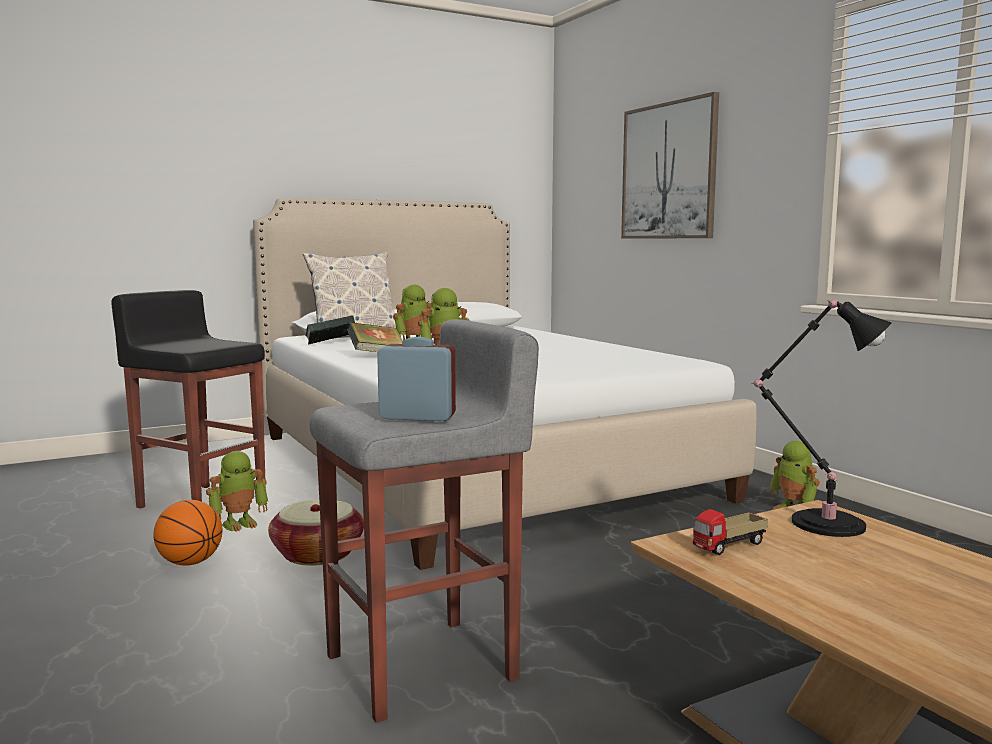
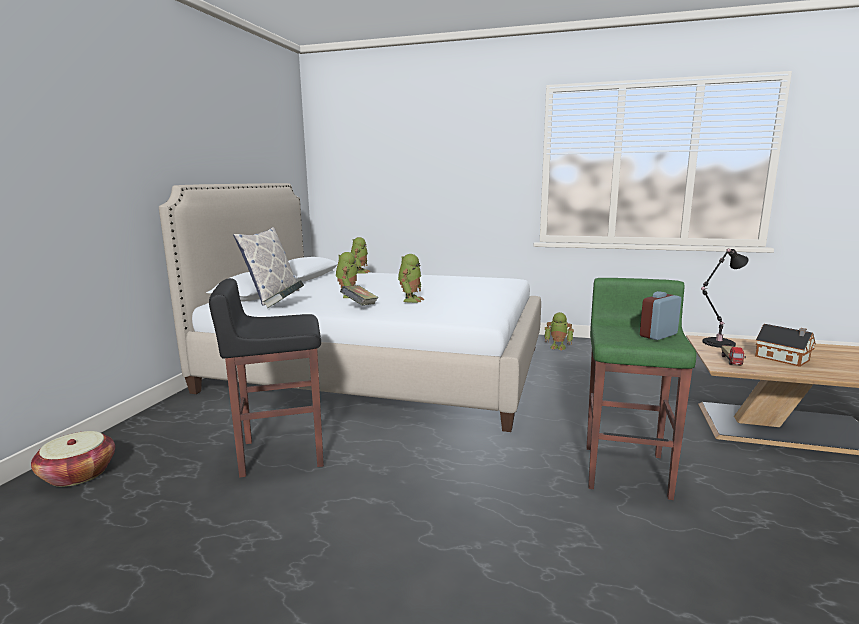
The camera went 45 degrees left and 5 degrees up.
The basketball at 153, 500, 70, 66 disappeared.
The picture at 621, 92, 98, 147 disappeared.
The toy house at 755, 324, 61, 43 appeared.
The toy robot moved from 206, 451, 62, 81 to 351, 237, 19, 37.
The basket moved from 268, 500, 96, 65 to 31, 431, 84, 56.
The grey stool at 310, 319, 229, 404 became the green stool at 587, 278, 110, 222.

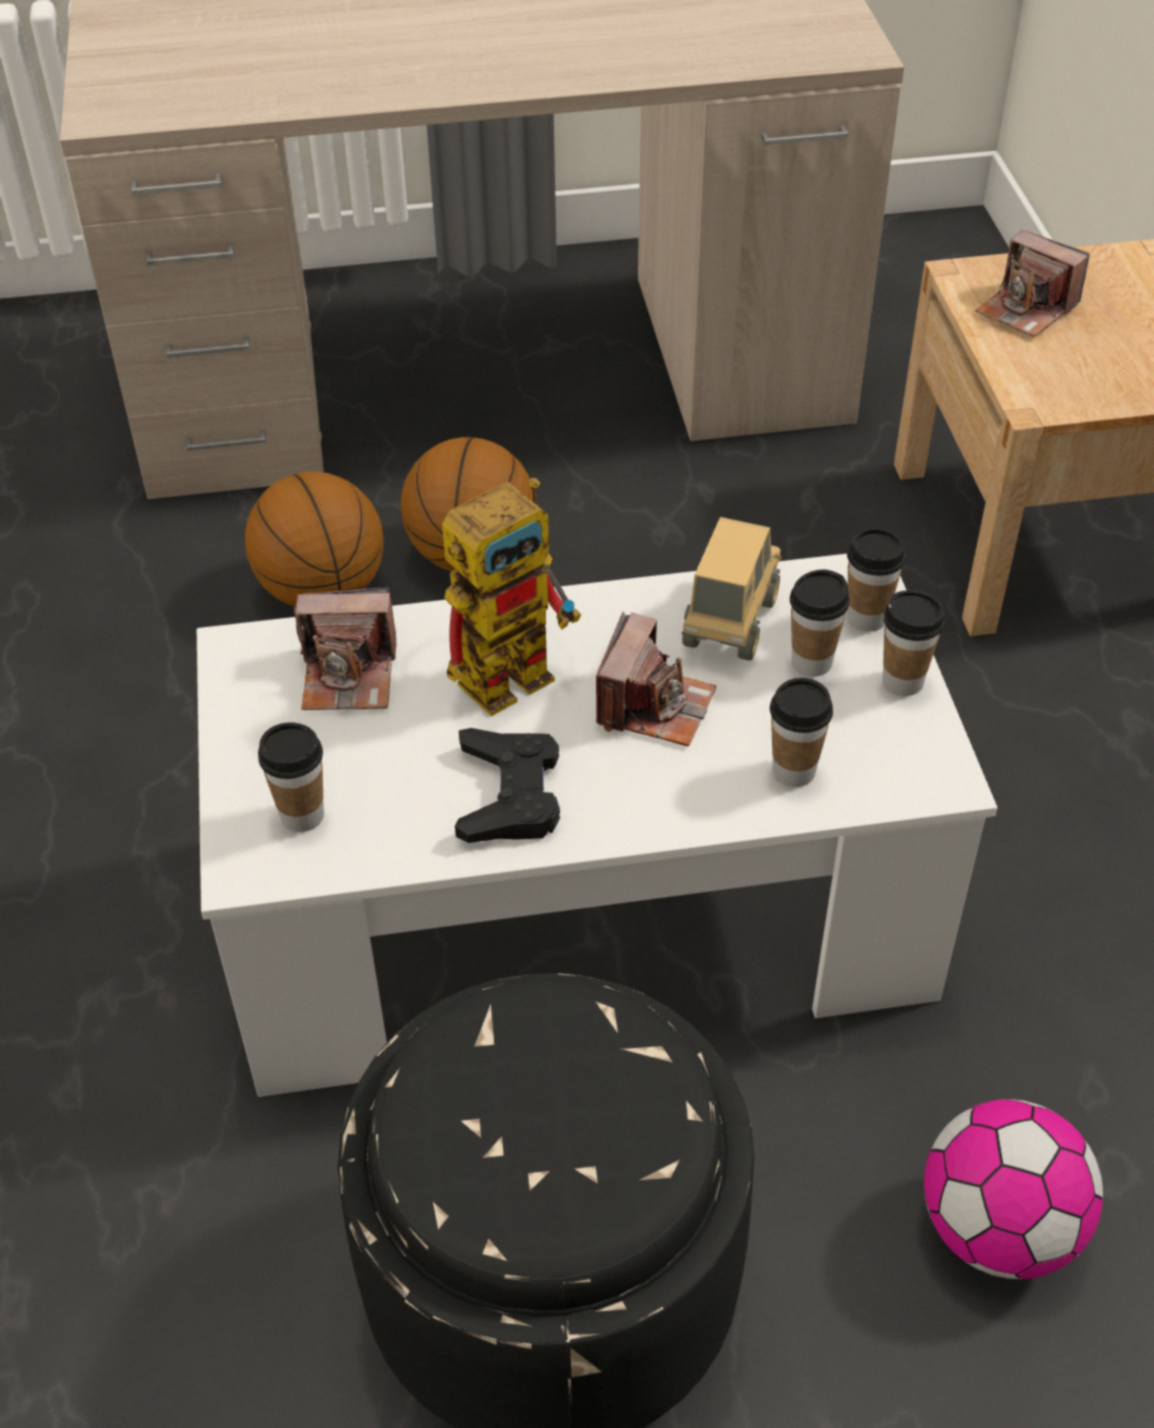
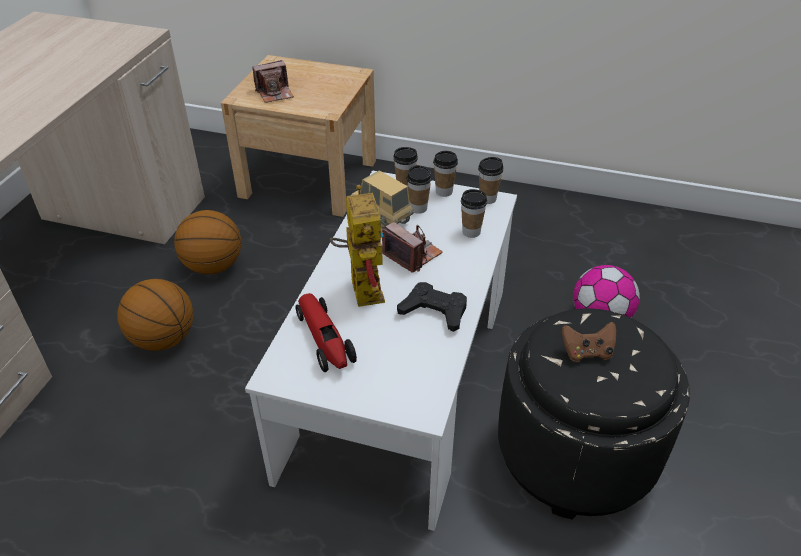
The camera went 65 degrees left and 5 degrees down.
The brown game controller at 562, 322, 54, 40 appeared.
The basketball moved from 245, 471, 139, 135 to 174, 210, 67, 65.
The cup moved from 258, 722, 66, 110 to 478, 157, 25, 47.
The photo camera at 294, 587, 102, 123 was replaced by the toy car at 295, 293, 62, 79.

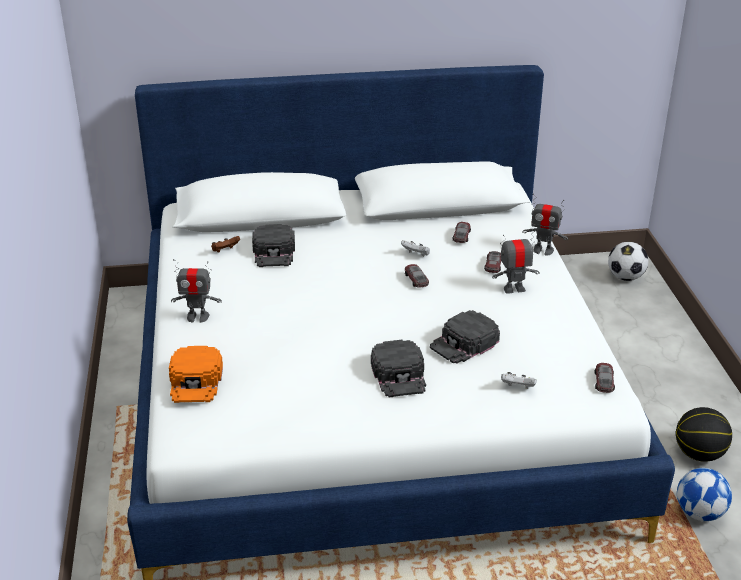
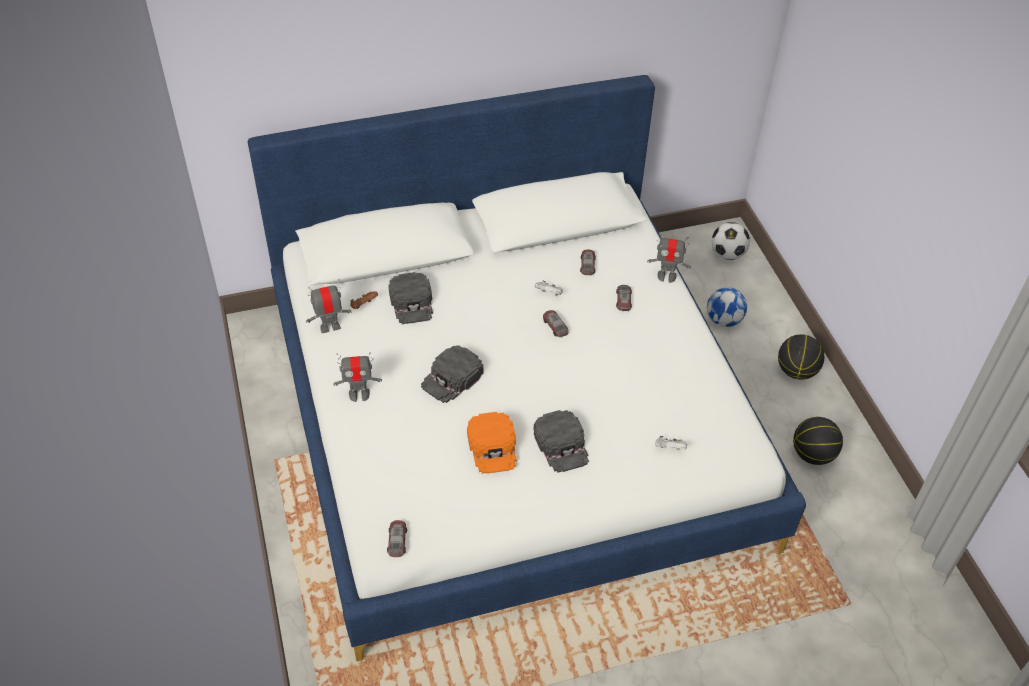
The camera went 10 degrees left and 15 degrees up.
The basketball at 778, 335, 46, 45 appeared.
The orange cap moved from 169, 346, 54, 57 to 467, 412, 50, 62.
The black cap moved from 430, 310, 70, 54 to 421, 345, 62, 58.
The toy robot moved from 492, 230, 47, 64 to 306, 279, 45, 54.
The toy car moved from 594, 363, 21, 30 to 387, 520, 20, 37.
The football moved from 677, 468, 55, 53 to 707, 287, 40, 40.

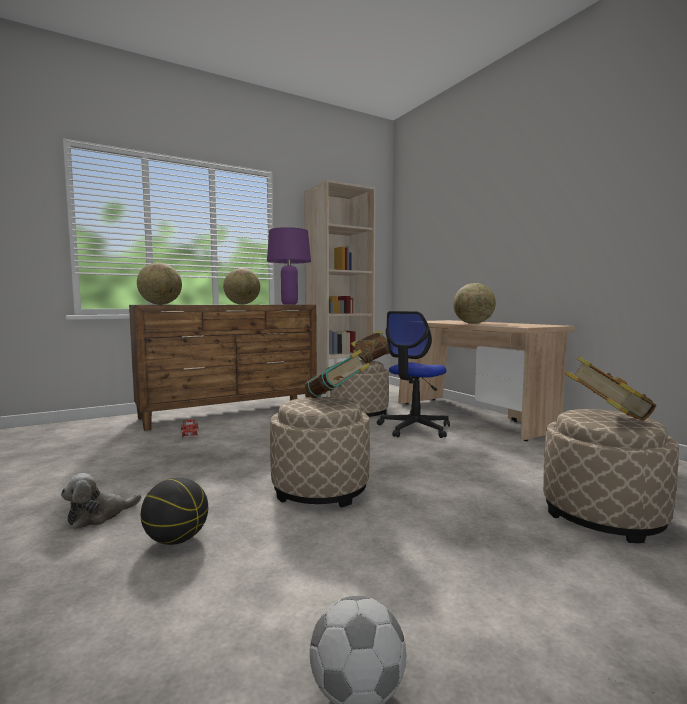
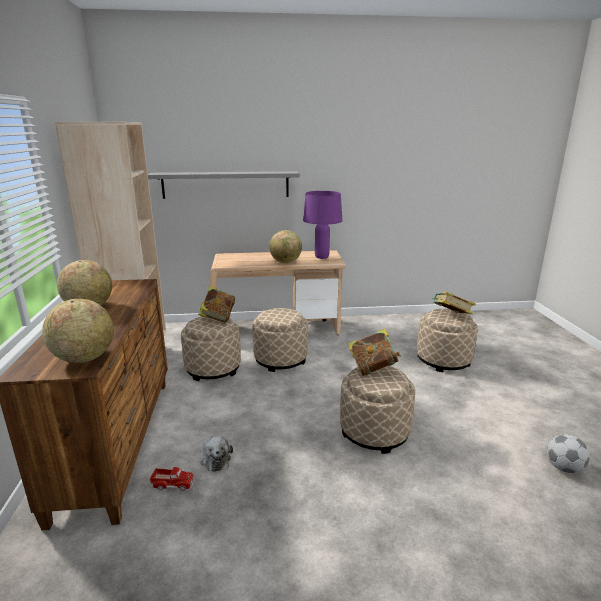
The camera went 65 degrees left and 15 degrees up.
The basketball at 141, 477, 67, 68 disappeared.
The grey shelf at 148, 171, 152, 28 appeared.
The plush toy moved from 61, 473, 81, 56 to 201, 436, 32, 36.
The purple table lamp moved from 267, 227, 44, 78 to 303, 191, 39, 68.
The office chair at 377, 311, 73, 127 was replaced by the beige ottoman at 252, 308, 56, 64.

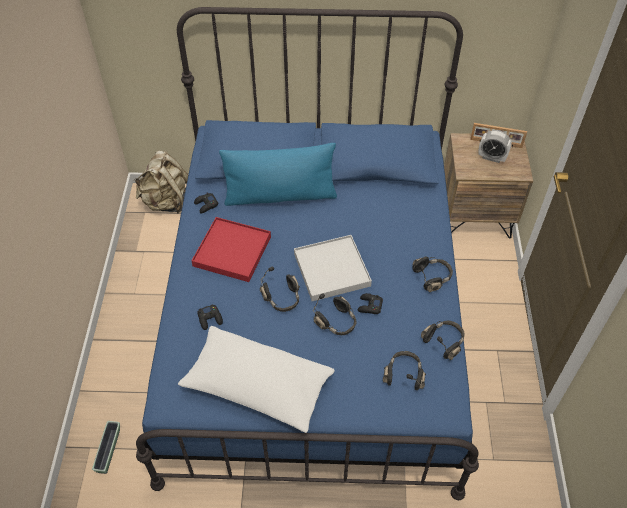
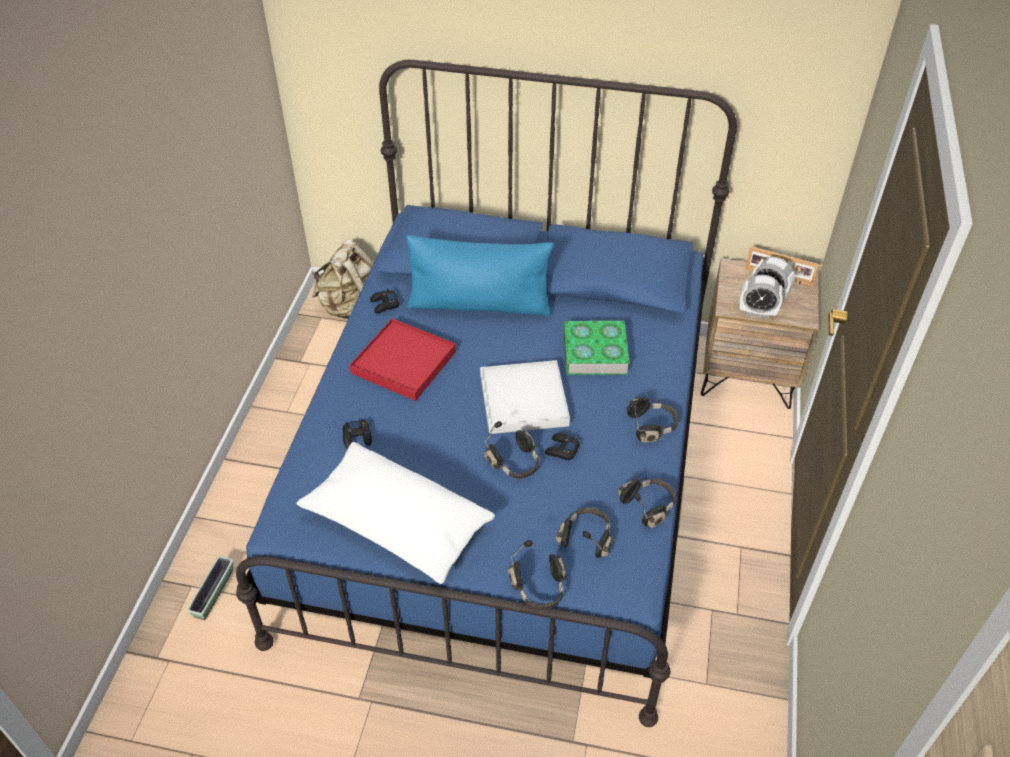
The camera went 10 degrees right and 5 degrees down.
The book at 564, 321, 66, 54 appeared.
The alarm clock at 740, 275, 43, 43 appeared.
The black headphones moved from 260, 267, 40, 45 to 508, 540, 59, 70.

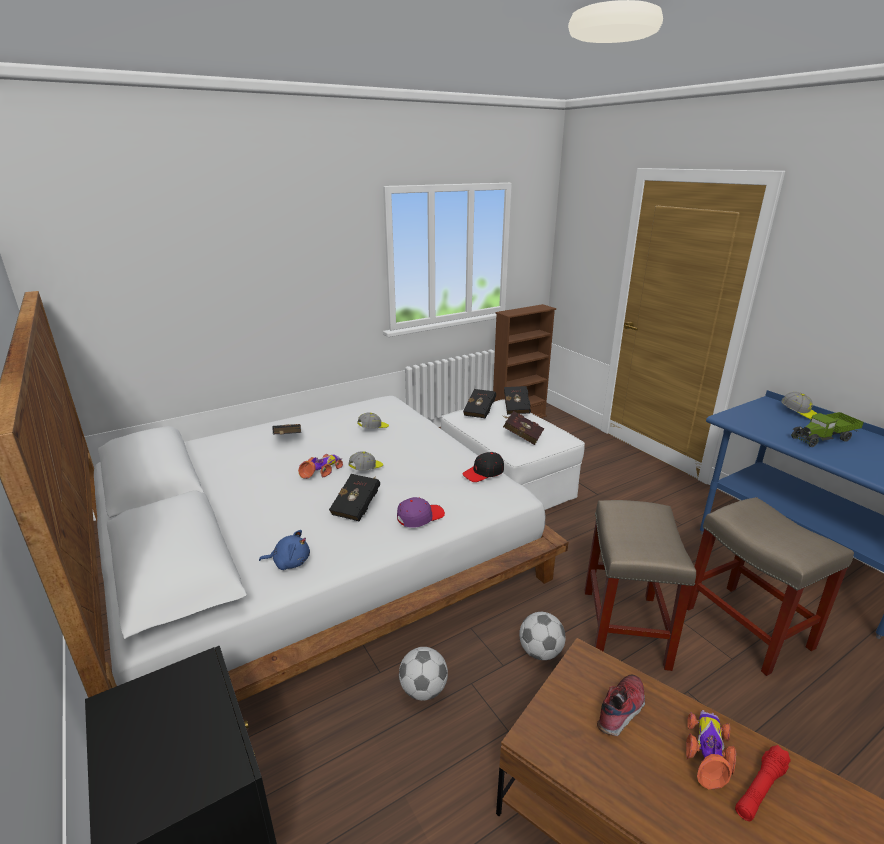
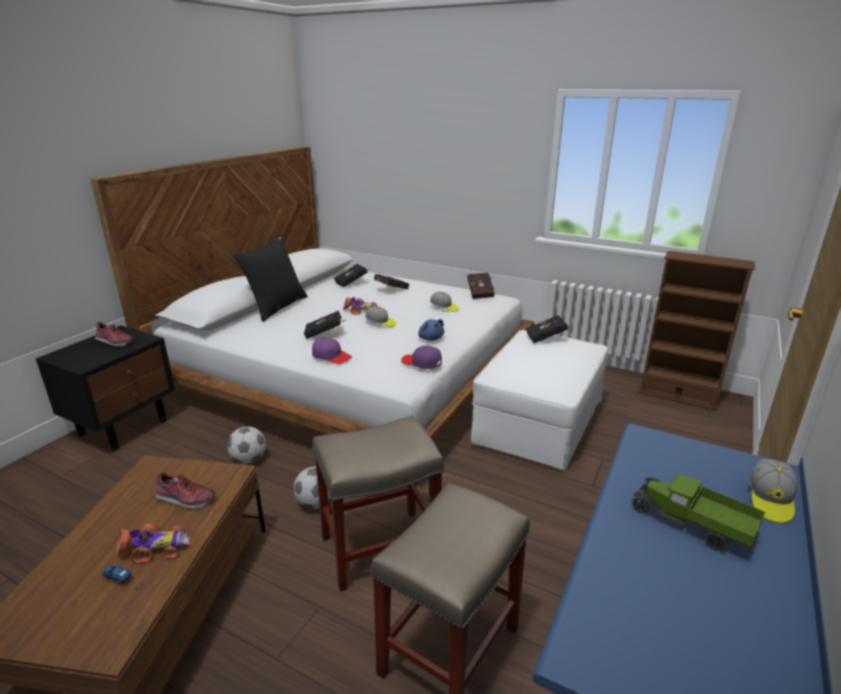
The camera went 60 degrees right and 0 degrees up.
The shoe at 95, 322, 39, 25 appeared.
The black pillow at 233, 236, 75, 86 appeared.
The blue plush toy moved from 259, 530, 51, 40 to 418, 319, 26, 22.
The red book moved from 503, 411, 41, 34 to 467, 273, 28, 26.
The black book moved from 504, 386, 27, 29 to 334, 264, 35, 23.
The red flashlight at 735, 745, 56, 76 was replaced by the toy car at 102, 565, 42, 25.
The black cap at 462, 452, 42, 30 became the purple cap at 401, 346, 41, 23.

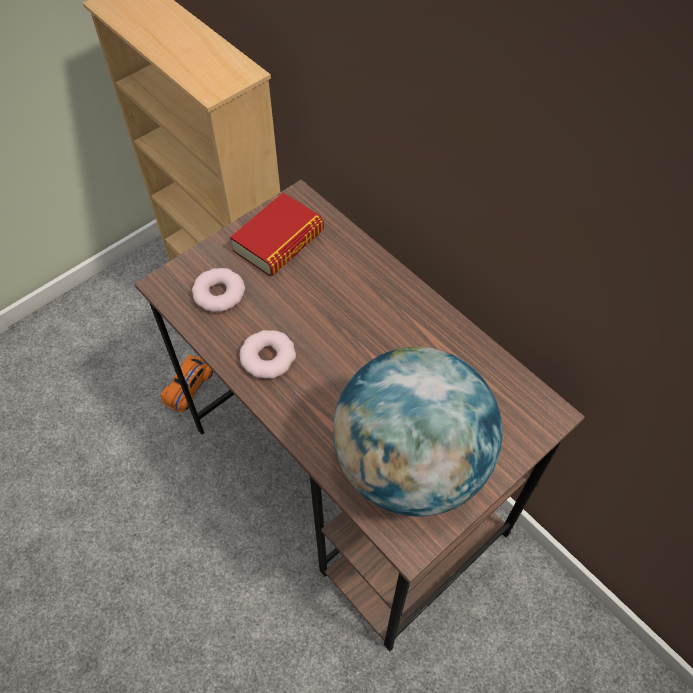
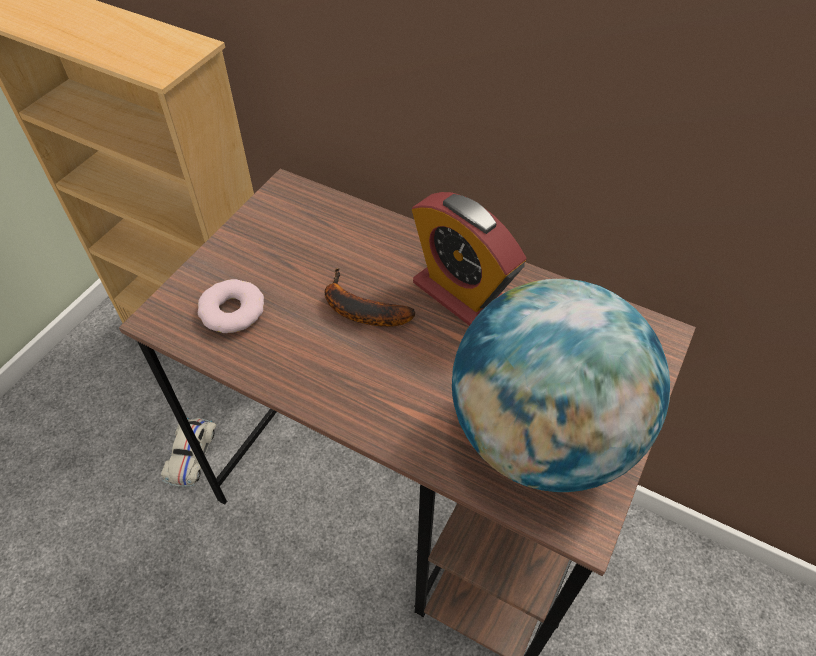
The camera went 20 degrees left and 5 degrees down.
The book at 230, 193, 94, 83 disappeared.
The donut at 239, 330, 57, 49 disappeared.
The banana at 325, 268, 90, 59 appeared.
The alarm clock at 412, 192, 114, 134 appeared.
The orange toy car at 160, 355, 53, 57 became the white toy car at 161, 418, 55, 69.

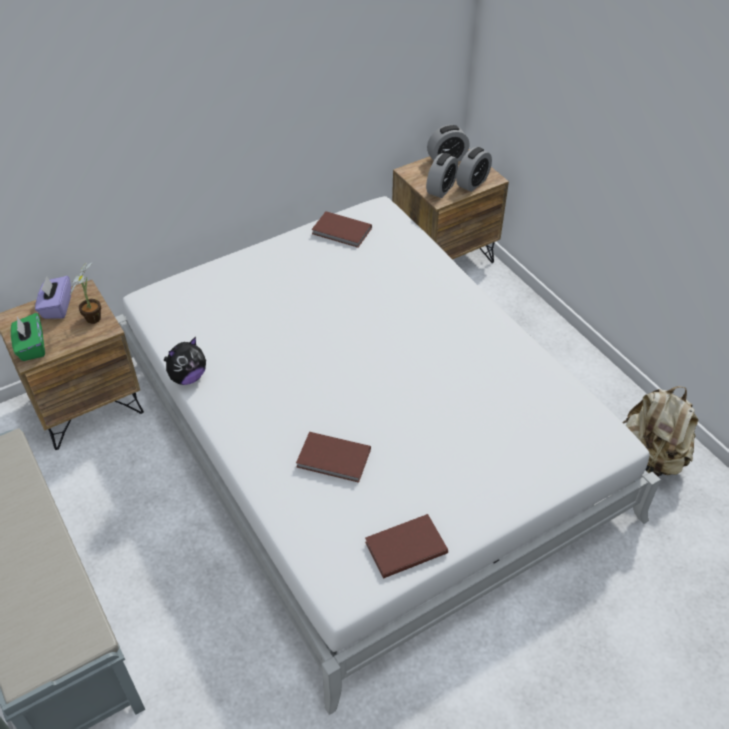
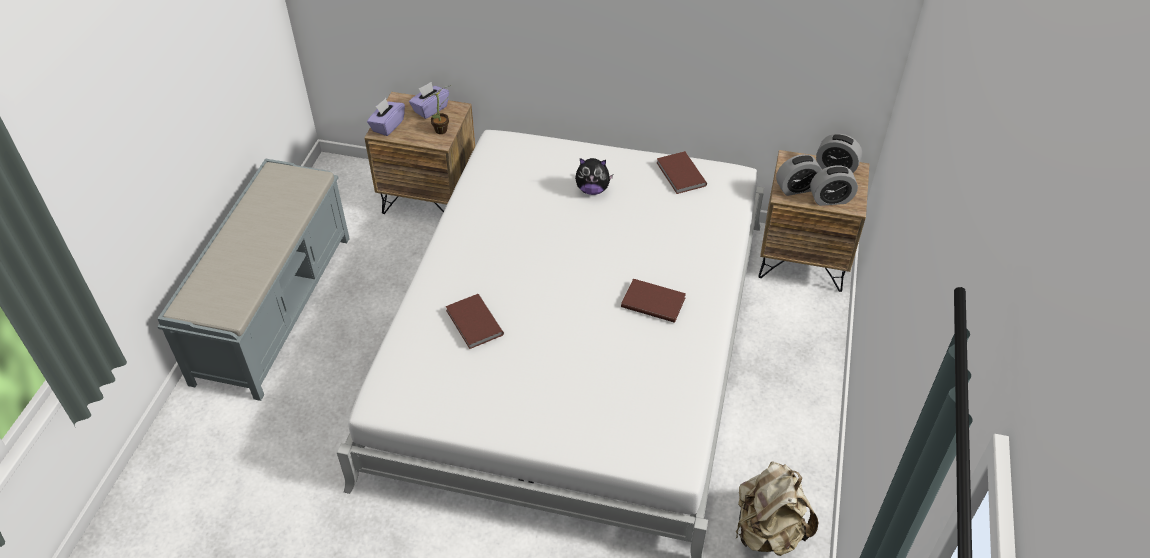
The camera went 45 degrees right and 0 degrees up.
The plush toy moved from 164, 337, 42, 48 to 575, 158, 38, 37.
The brown book moved from 365, 514, 83, 65 to 621, 279, 65, 44.
The green tissue box at 11, 313, 34, 48 became the purple tissue box at 367, 98, 38, 38.

